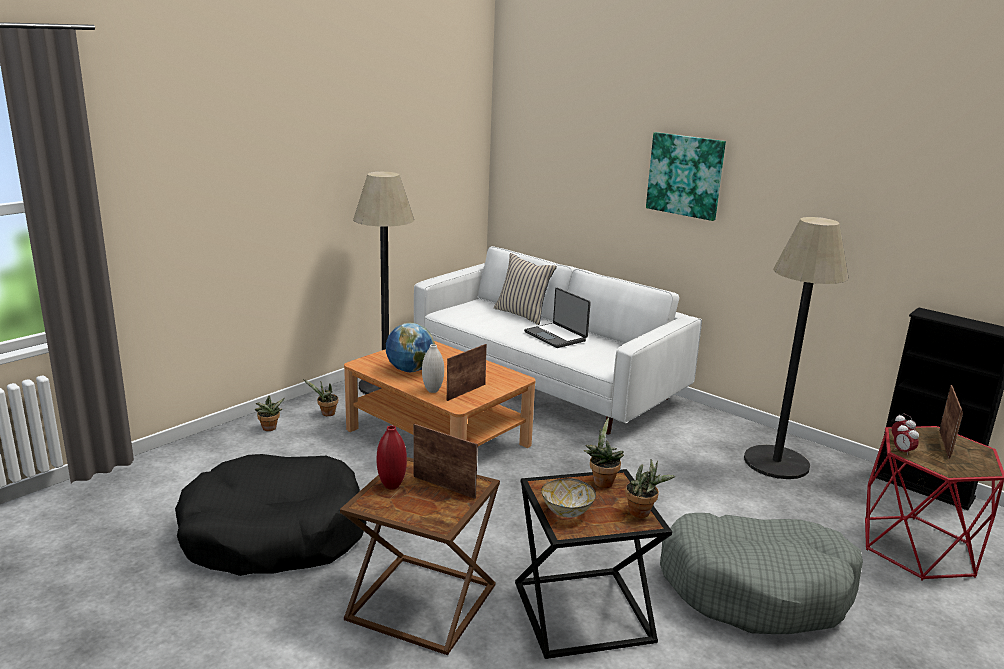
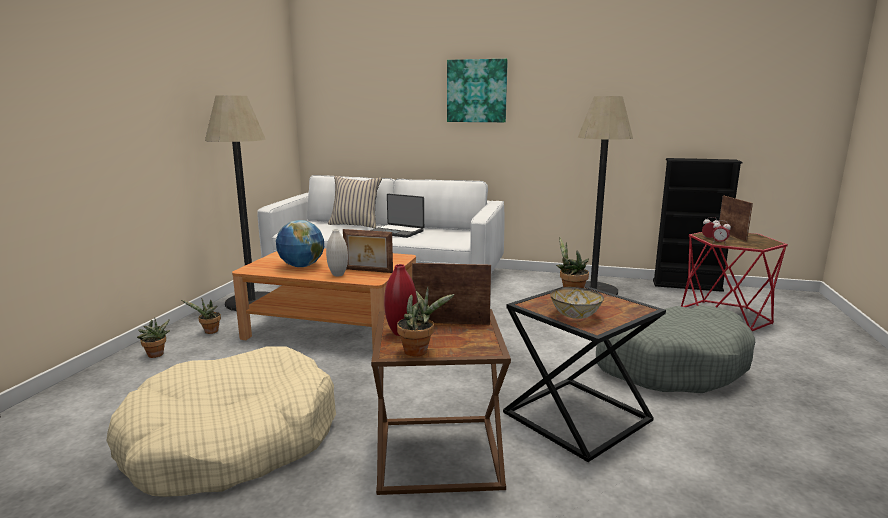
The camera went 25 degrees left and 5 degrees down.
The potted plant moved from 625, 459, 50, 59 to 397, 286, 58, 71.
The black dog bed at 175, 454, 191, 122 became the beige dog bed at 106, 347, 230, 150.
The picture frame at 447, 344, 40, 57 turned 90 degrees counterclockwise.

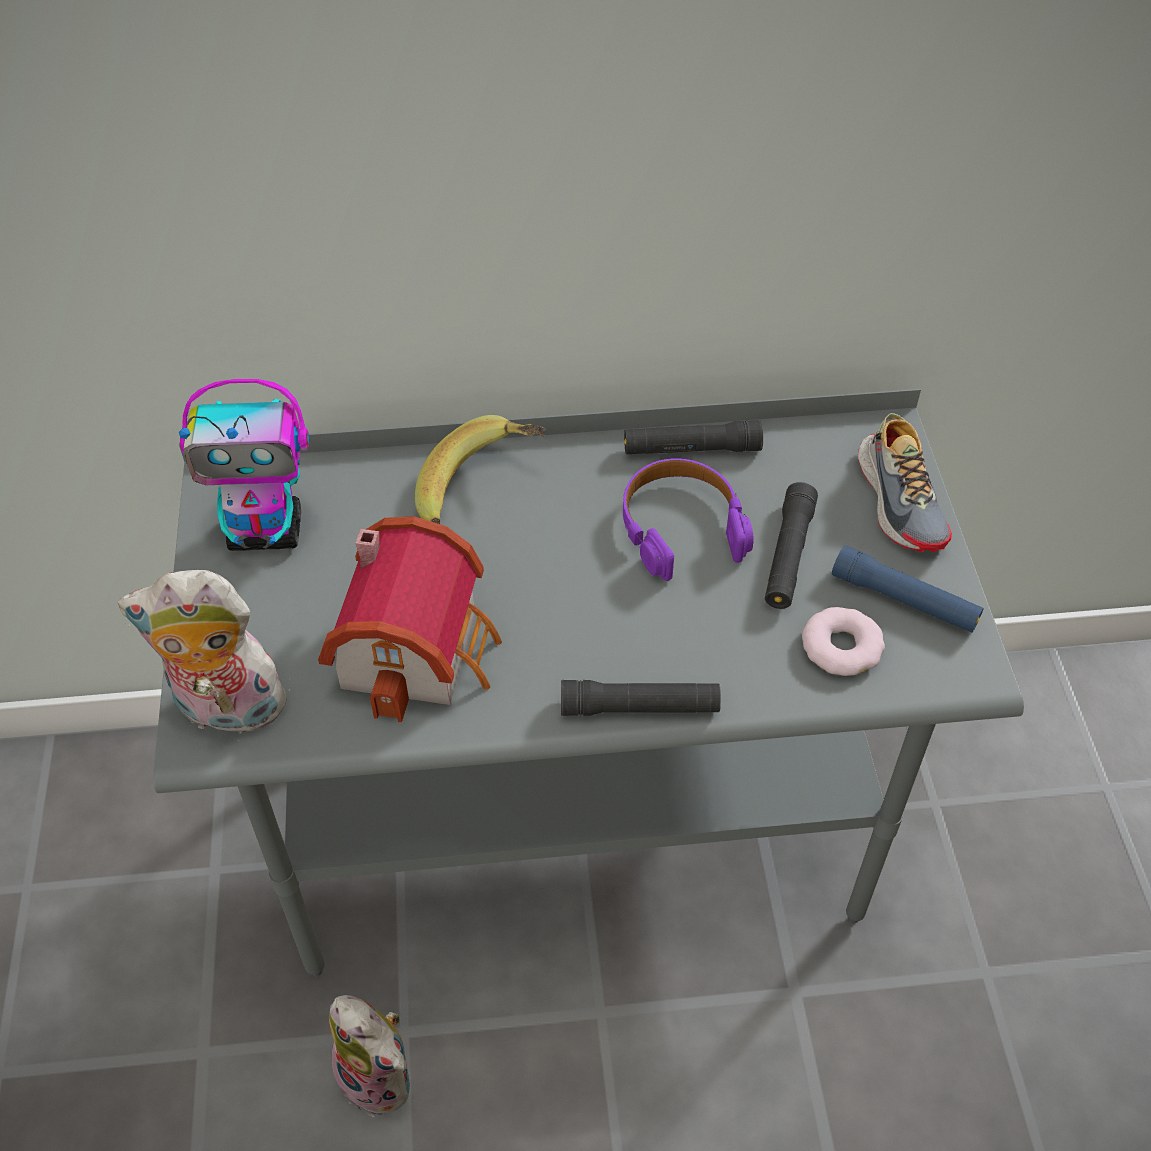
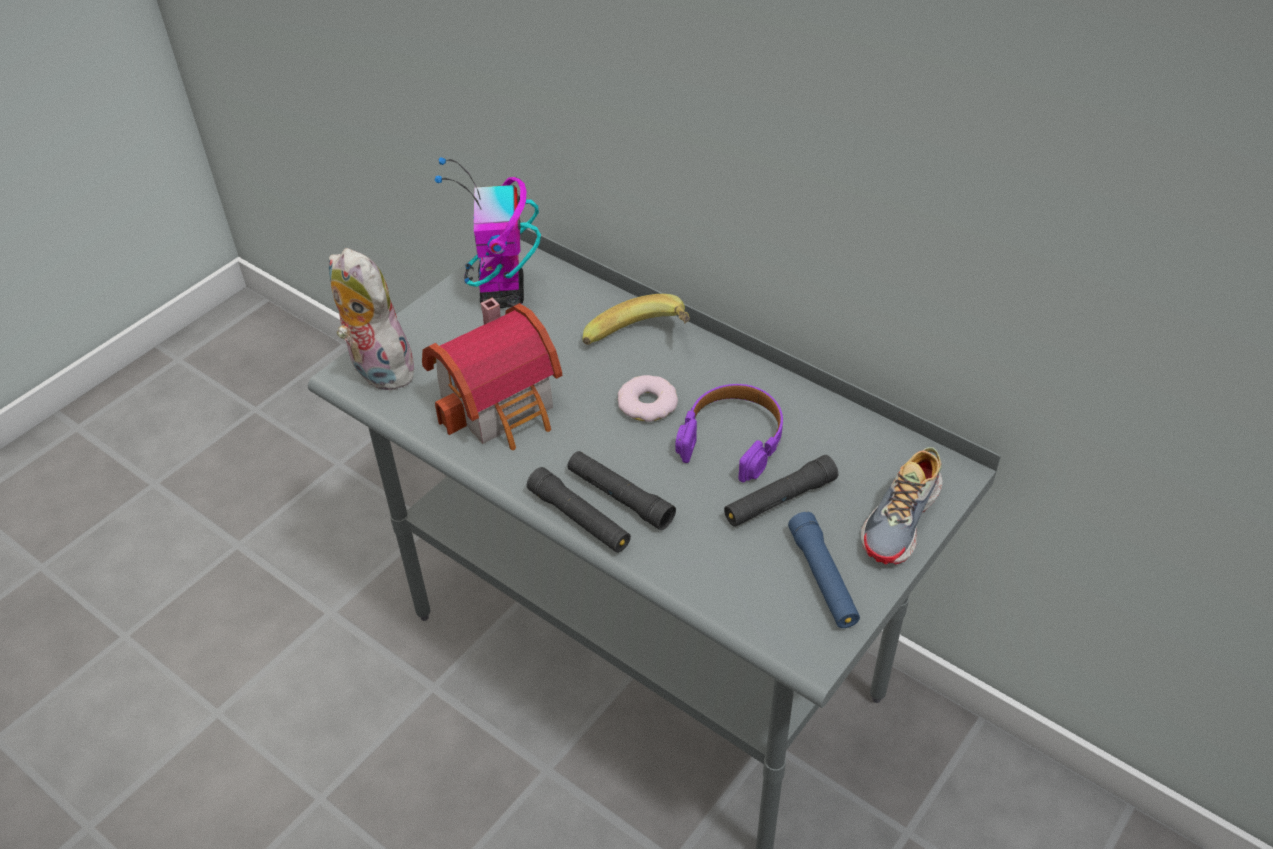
The camera went 45 degrees right and 5 degrees down.
The plush toy at 326, 995, 84, 122 disappeared.
The black flashlight moved from 624, 420, 139, 34 to 568, 451, 108, 79.
The donut moved from 802, 607, 83, 69 to 618, 375, 60, 47.
The toy robot at 179, 379, 130, 172 turned 45 degrees clockwise.

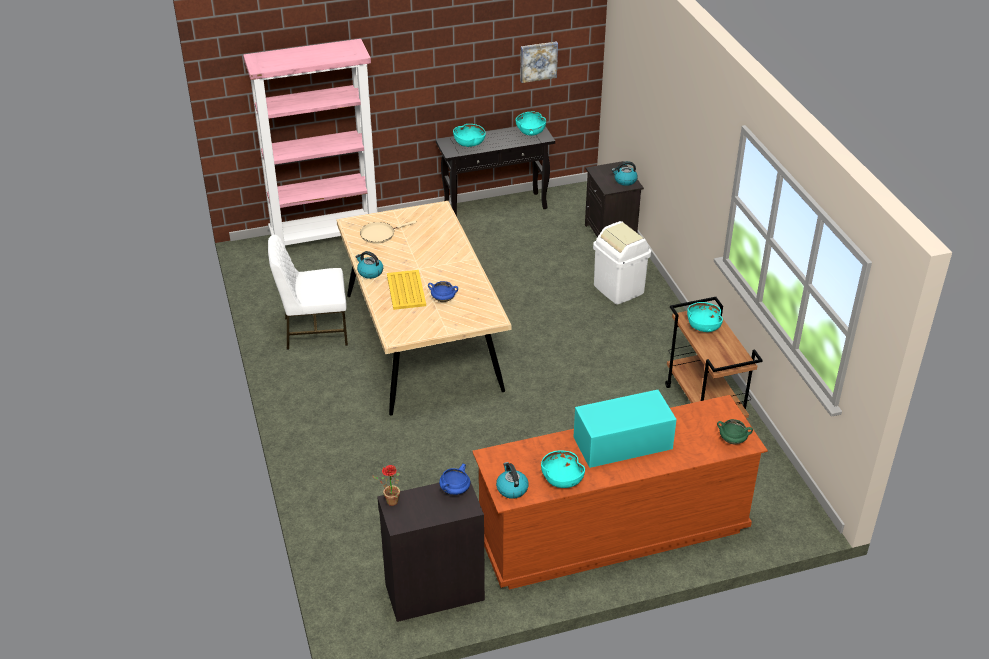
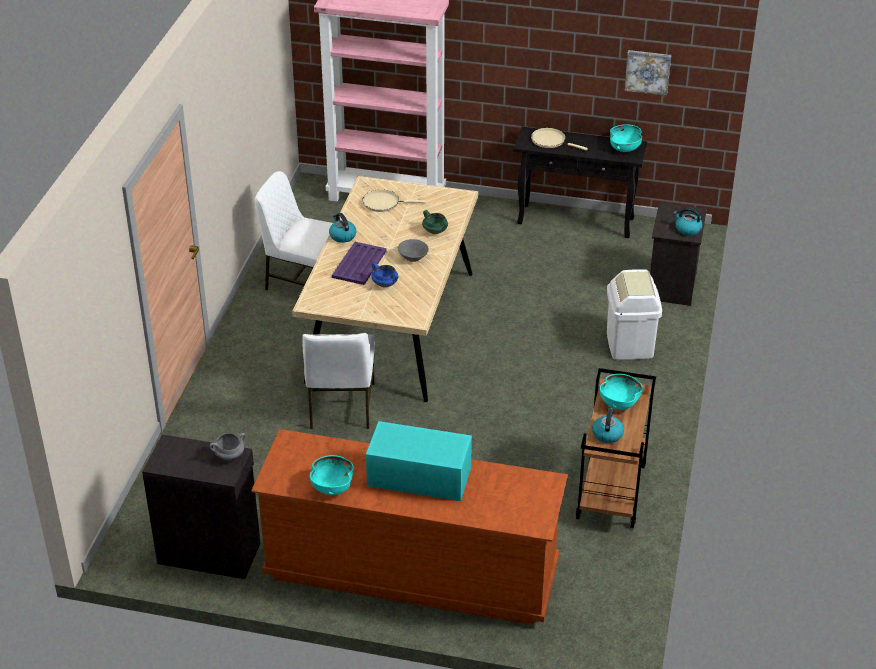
The camera went 30 degrees right and 0 degrees up.
The potted plant at 373, 465, 27, 41 disappeared.
The white chair at 302, 333, 73, 96 appeared.
The grey bowl at 398, 239, 31, 23 appeared.
The kettle moved from 496, 462, 33, 37 to 592, 408, 32, 35.
The green cooking pot moved from 717, 419, 36, 25 to 422, 210, 26, 24.
The turquoise bowl at 453, 124, 33, 23 was replaced by the beige frying pan at 531, 128, 57, 22.
The yellow tray at 387, 270, 39, 40 became the purple tray at 332, 242, 55, 43.
The blue cooking pot at 439, 464, 31, 31 became the grey cooking pot at 209, 433, 37, 27.

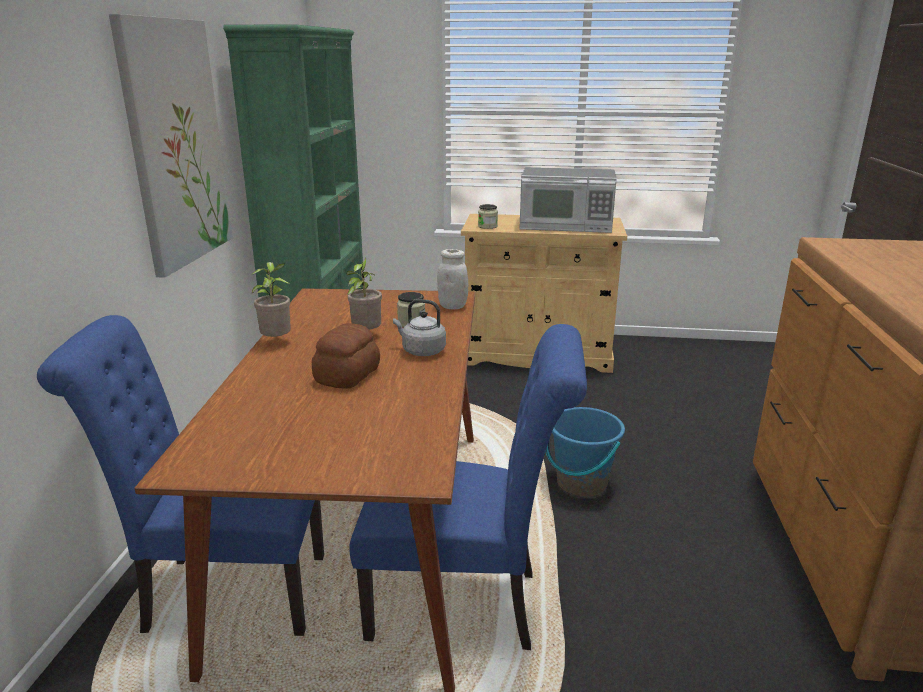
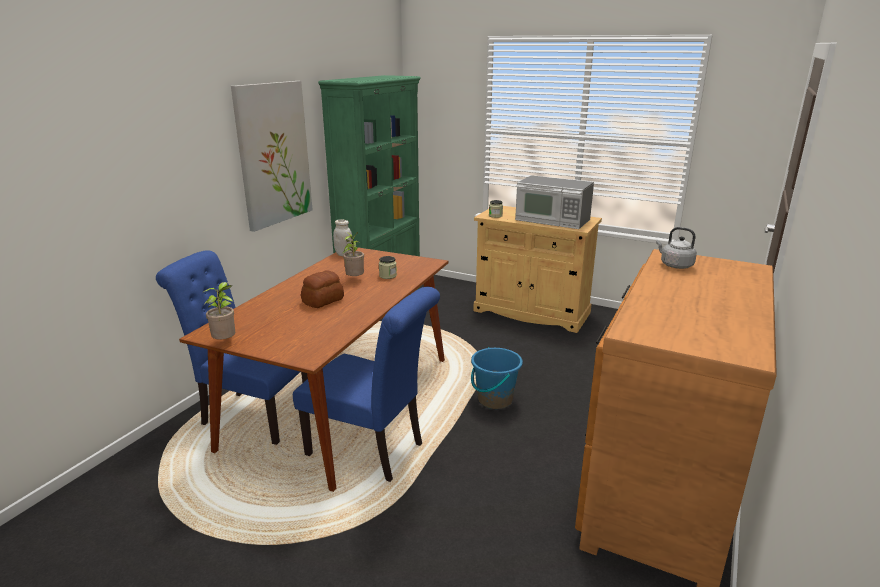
The camera went 20 degrees right and 0 degrees up.
The potted plant moved from 251, 262, 40, 75 to 203, 282, 32, 58.
The grey kettle moved from 393, 299, 53, 57 to 656, 227, 41, 42.
The white jar moved from 437, 249, 31, 60 to 333, 219, 20, 37.

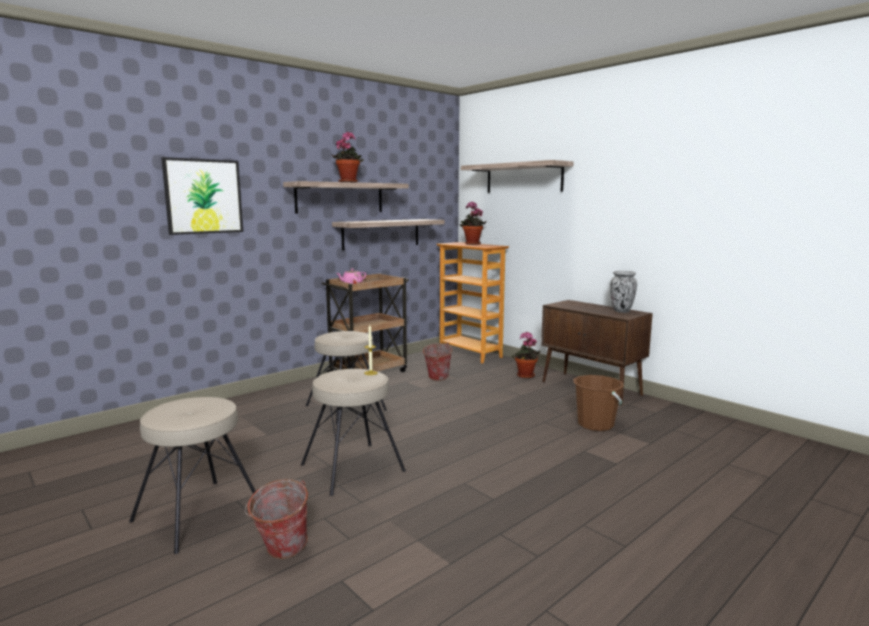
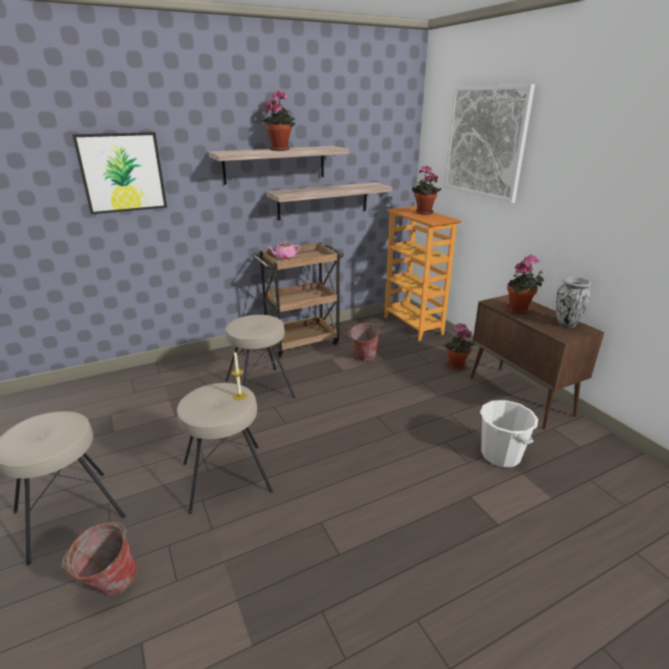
The camera went 15 degrees right and 15 degrees up.
The potted plant at 506, 255, 38, 58 appeared.
The shelf at 461, 160, 113, 33 was replaced by the picture at 444, 84, 91, 119.
The brown bucket at 573, 375, 51, 56 became the white bucket at 480, 400, 58, 67.

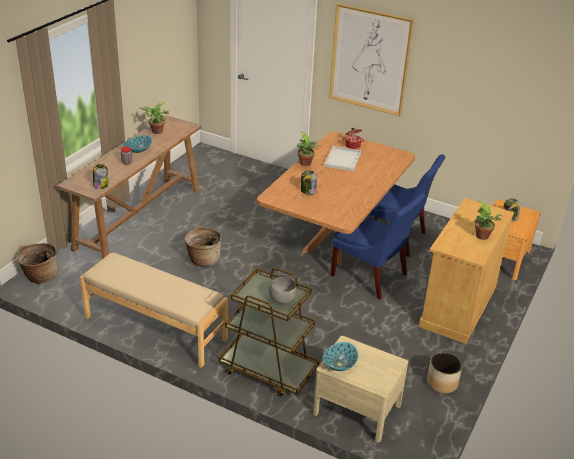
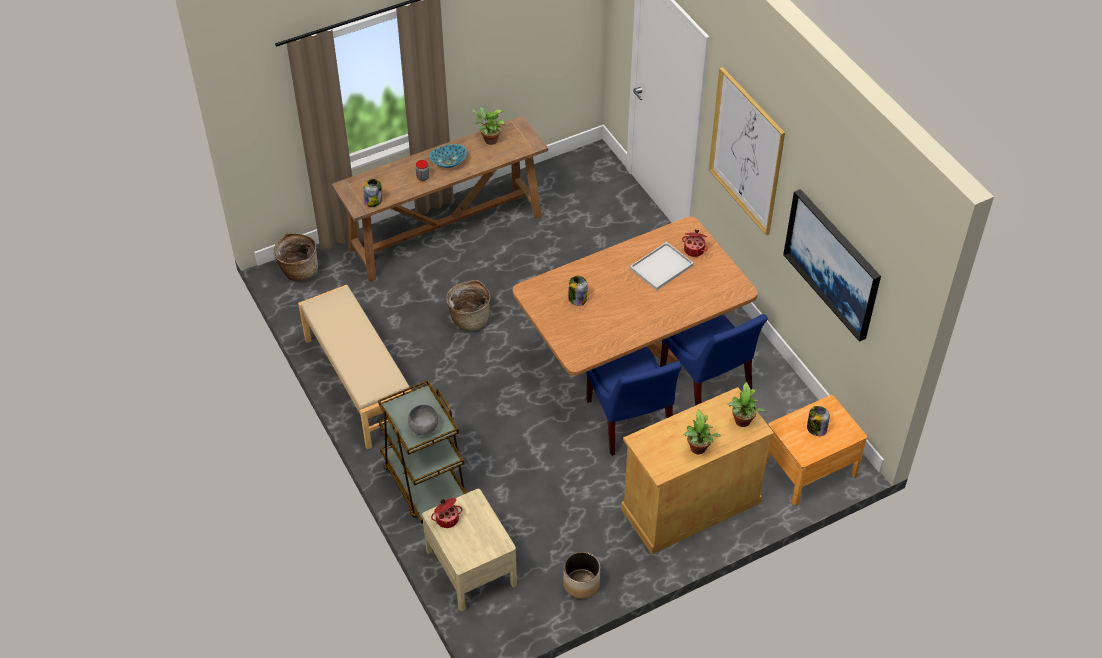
The camera went 35 degrees right and 15 degrees up.
The picture at 783, 189, 98, 153 appeared.
The potted plant moved from 297, 132, 24, 34 to 727, 382, 38, 45.
The bowl at 323, 342, 35, 29 was replaced by the cooking pot at 431, 498, 32, 30.

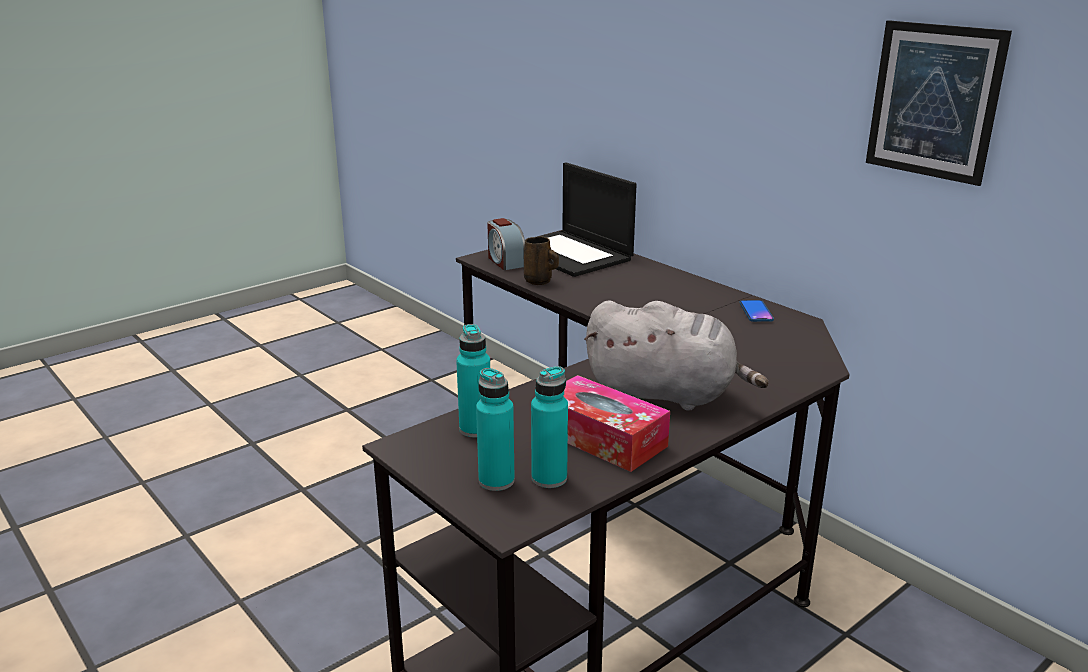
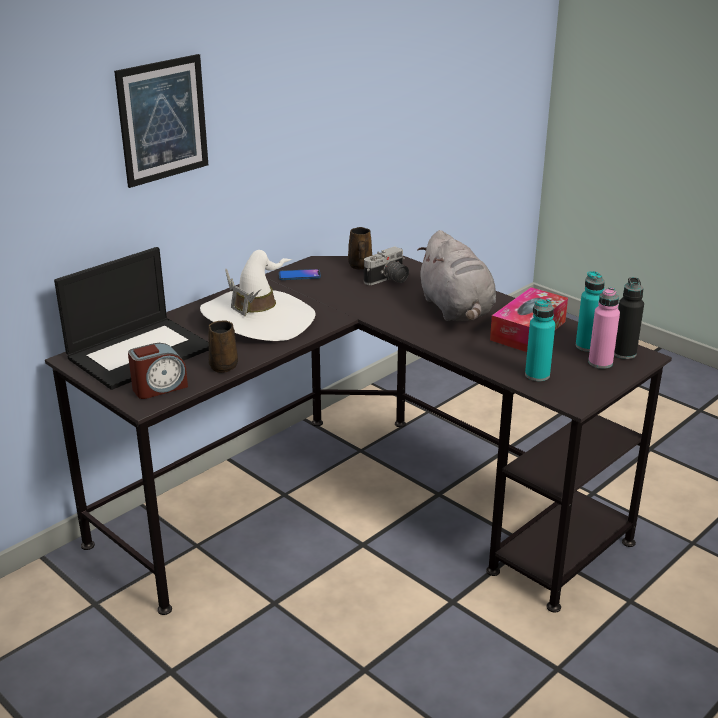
The camera went 95 degrees left and 5 degrees up.
The white hat at 200, 250, 115, 91 appeared.
The brown mug at 348, 227, 24, 42 appeared.
The photo camera at 364, 246, 45, 39 appeared.
The black bottle at 614, 277, 30, 82 appeared.
The picture moved from 866, 20, 146, 166 to 114, 54, 94, 134.
The turquoise bottle at 476, 368, 39, 123 became the pink bottle at 588, 287, 32, 82.
The grey plush toy at 584, 300, 185, 111 turned 150 degrees clockwise.

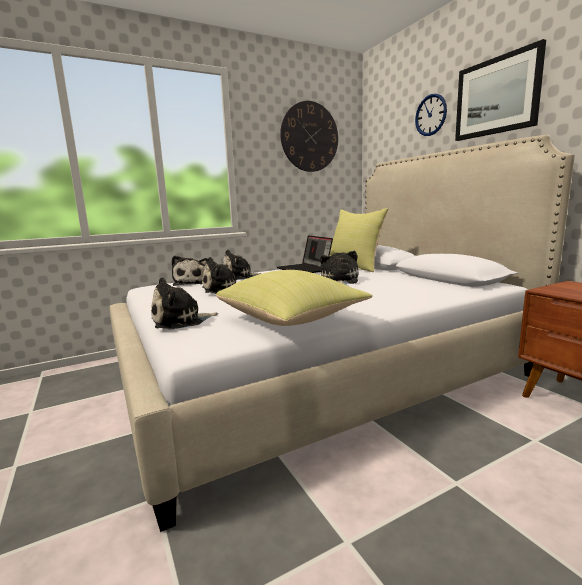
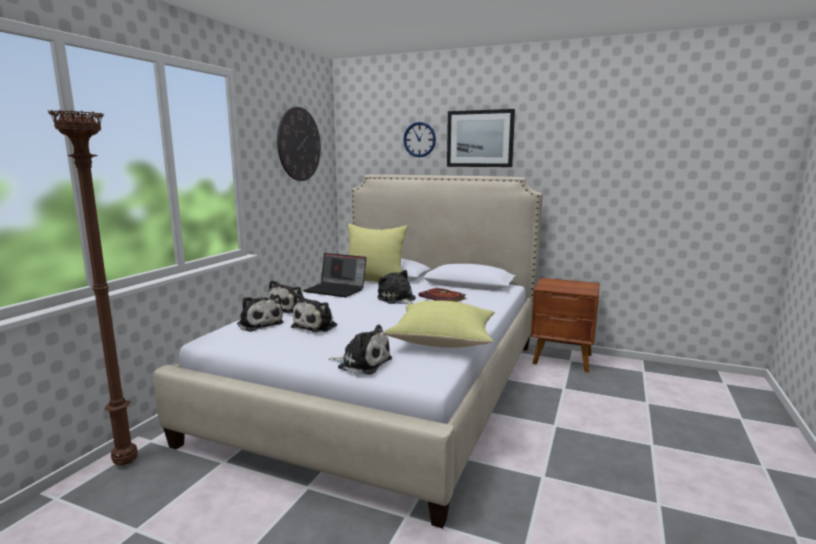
The camera went 40 degrees left and 0 degrees up.
The brown floor lamp at 48, 110, 90, 356 appeared.
The book at 418, 288, 49, 14 appeared.
The plush toy at 151, 277, 67, 53 turned 90 degrees counterclockwise.

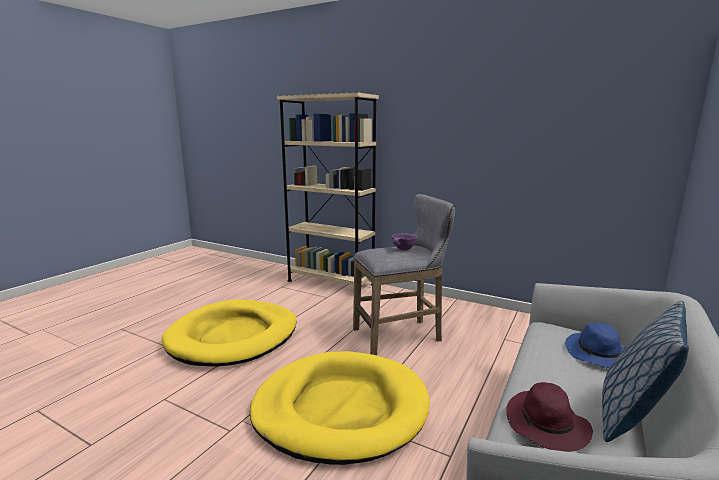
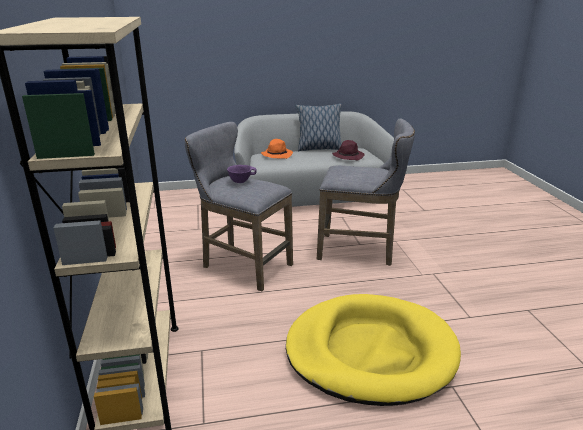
The camera went 130 degrees left and 10 degrees up.
The yellow dog bed at 250, 351, 180, 114 was replaced by the grey stool at 317, 119, 98, 147.
The blue hat at 565, 323, 61, 45 became the orange hat at 261, 139, 32, 20.

